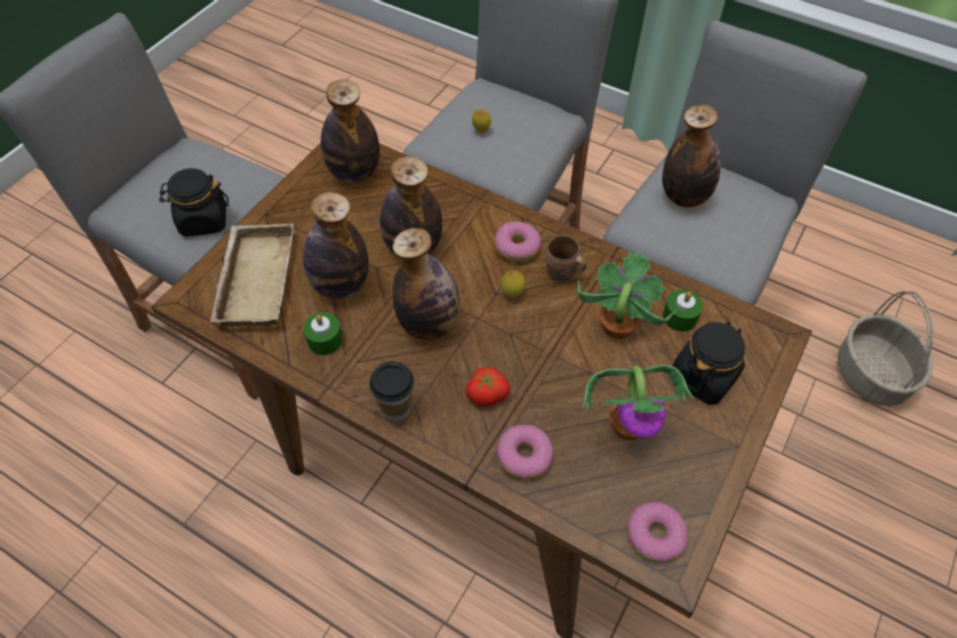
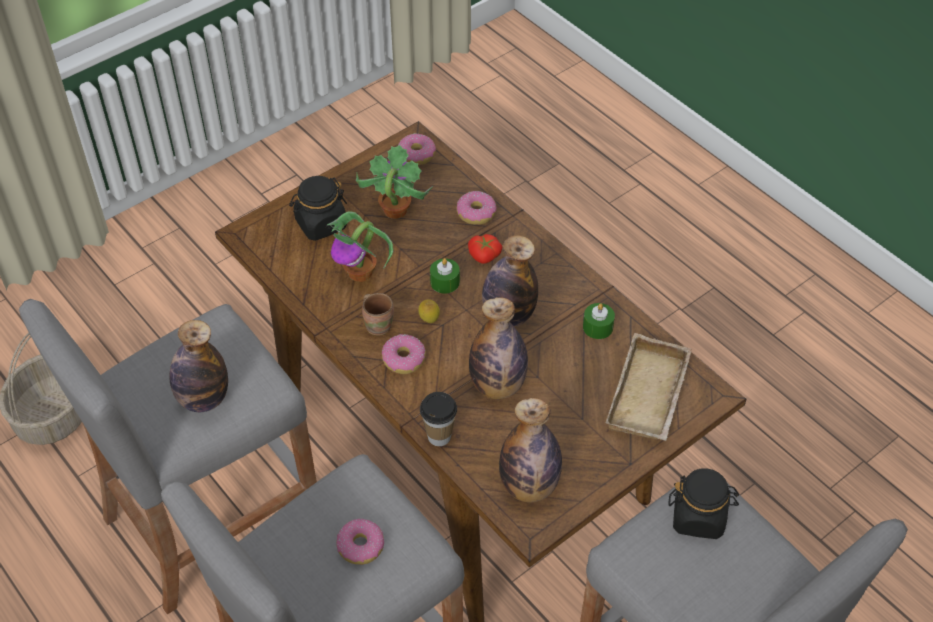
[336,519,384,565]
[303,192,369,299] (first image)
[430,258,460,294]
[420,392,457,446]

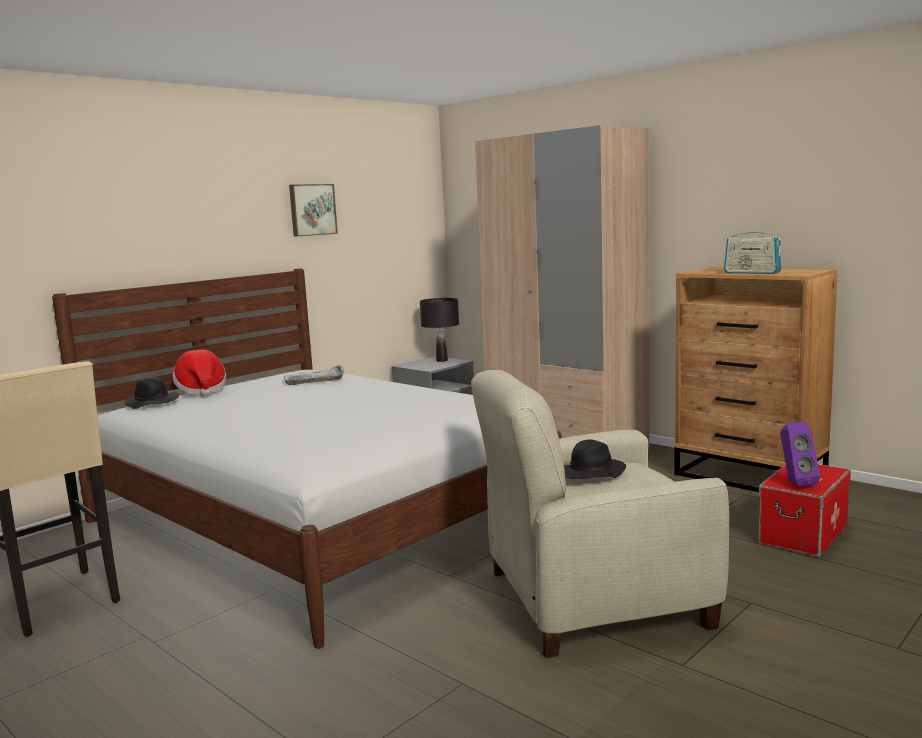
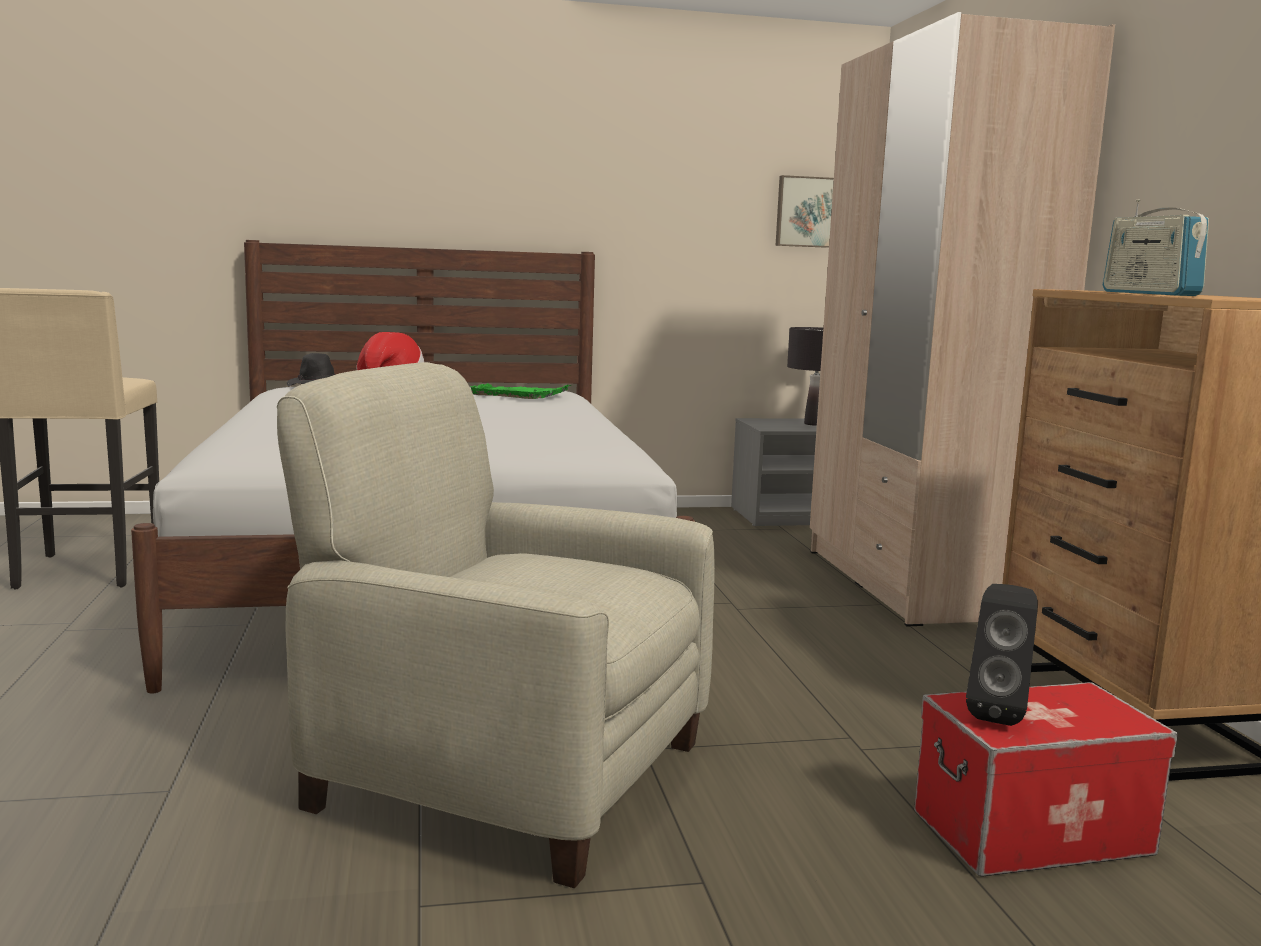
[775,175,834,248]
[469,383,572,399]
[966,584,1038,726]
[564,439,626,479] (first image)

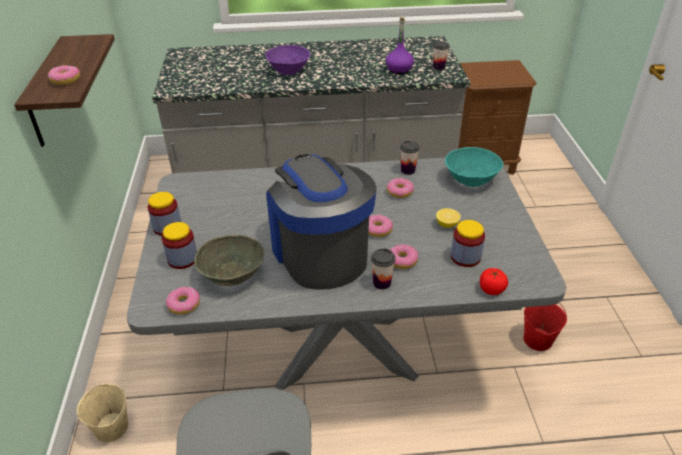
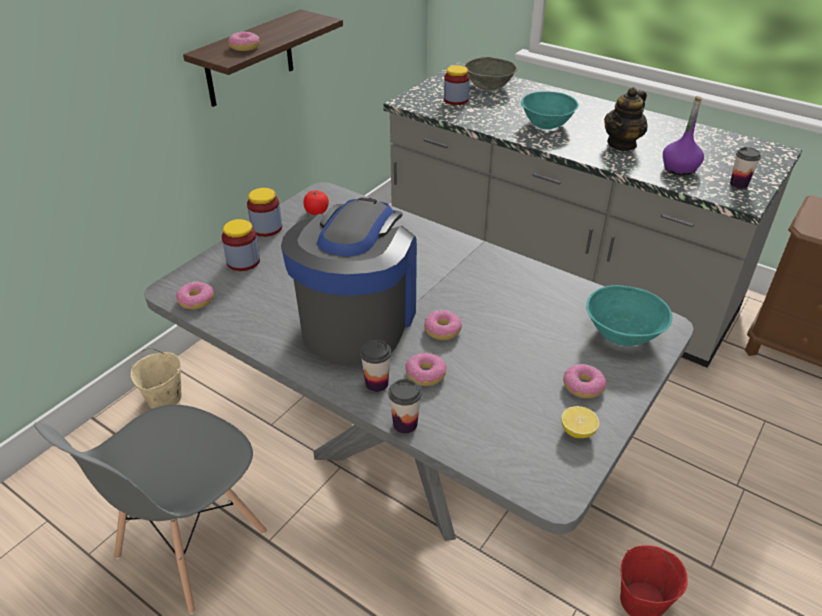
[521,91,579,129]
[388,379,422,434]
[563,364,606,399]
[561,406,599,438]
[444,65,470,105]
[464,57,517,91]
[303,190,329,215]
[604,87,648,151]

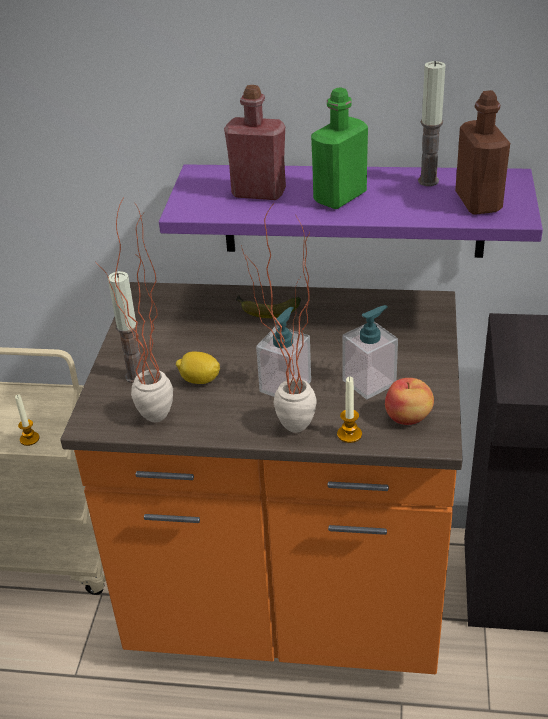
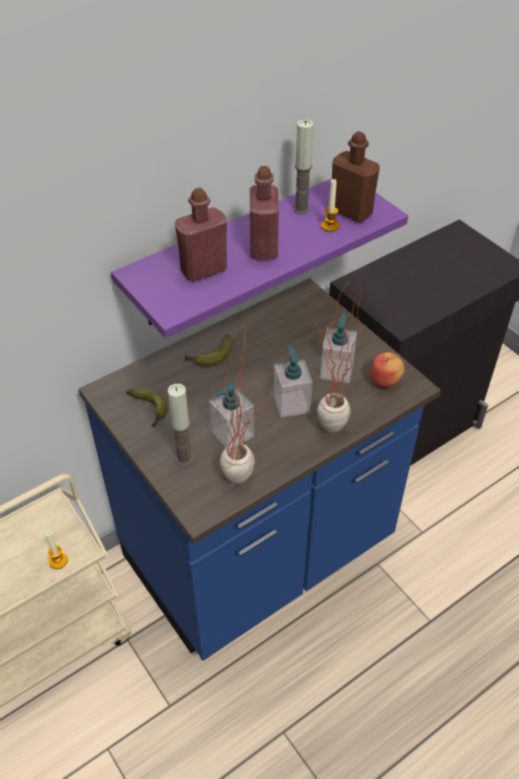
[250,166,279,259]
[79,278,441,661]
[209,382,254,447]
[321,179,339,232]
[127,388,168,428]

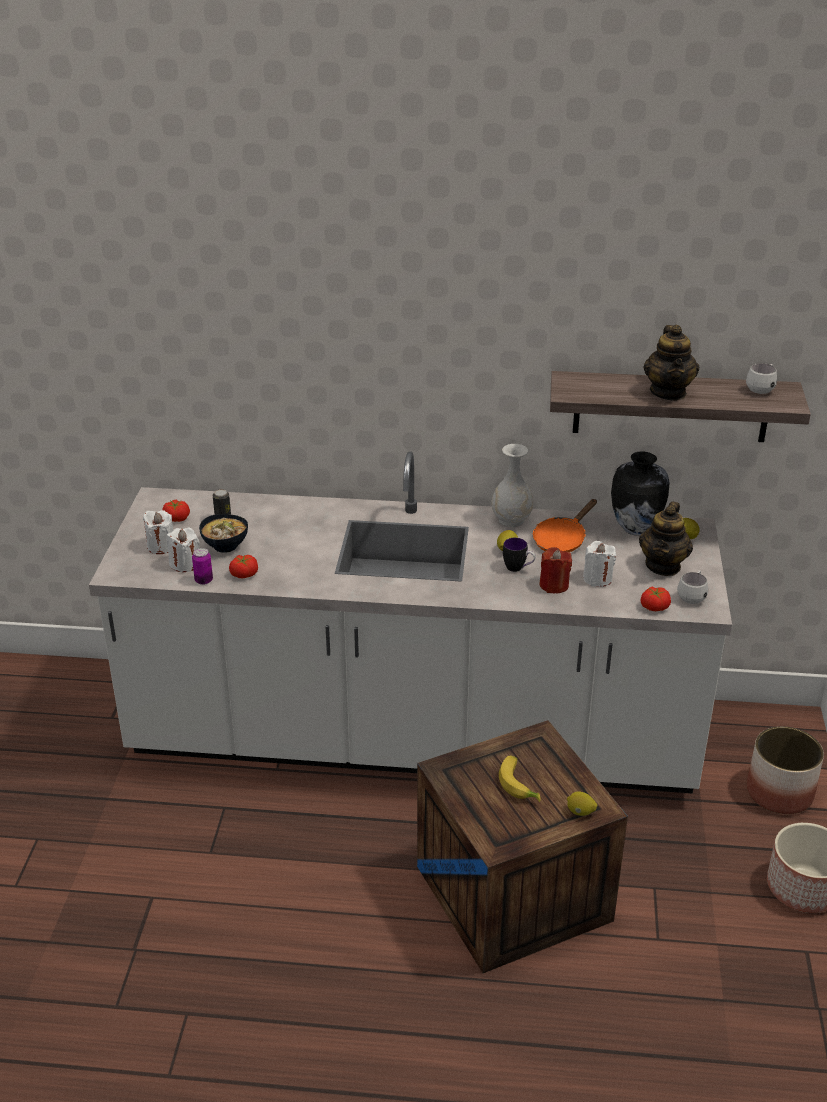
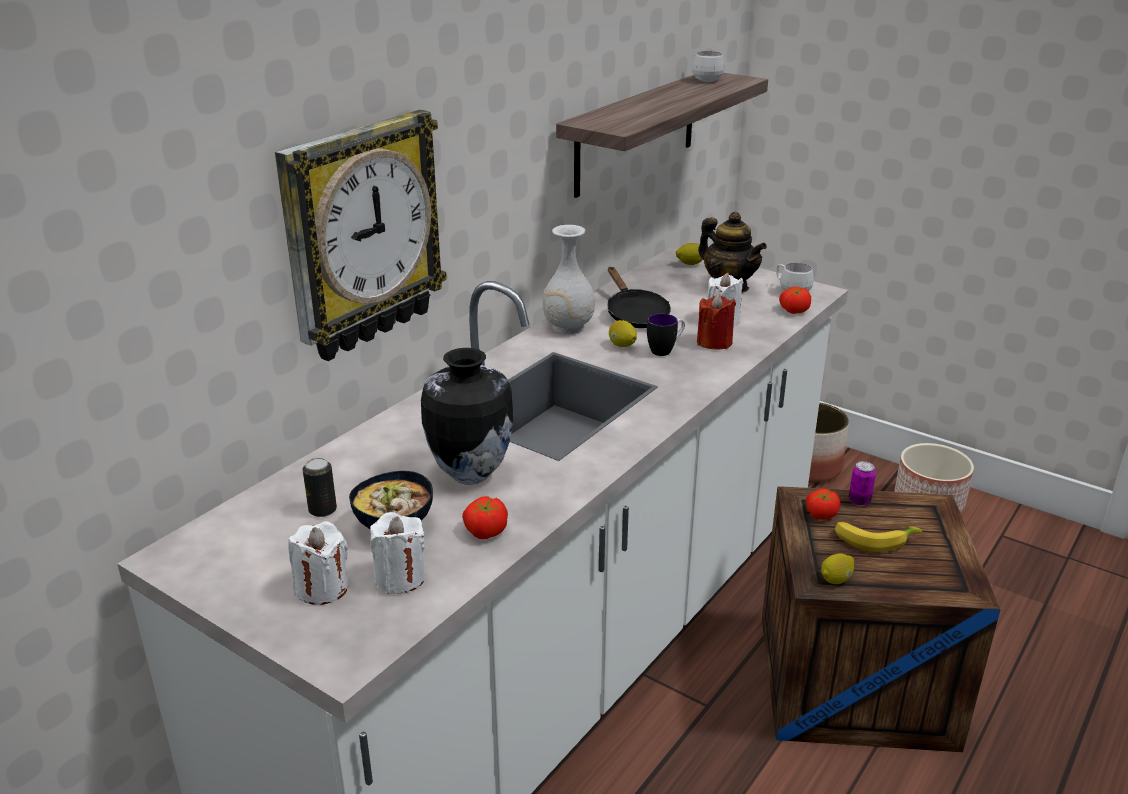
[643,325,699,400] (first image)
[421,348,513,485]
[607,267,671,328]
[806,488,840,520]
[849,461,876,506]
[821,554,854,584]
[275,110,447,361]

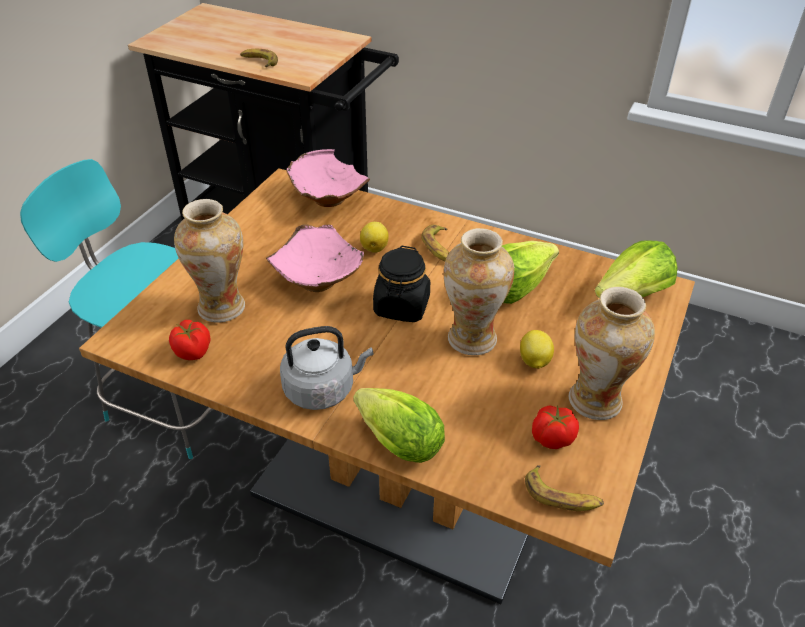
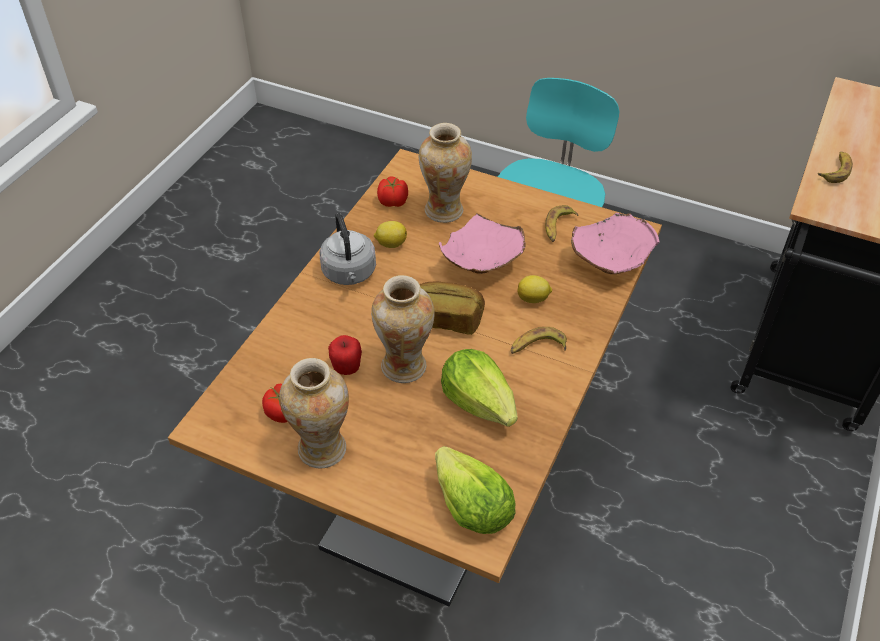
[420,281,485,335]
[374,221,407,248]
[353,388,445,463] (first image)
[545,205,579,242]
[328,335,362,375]

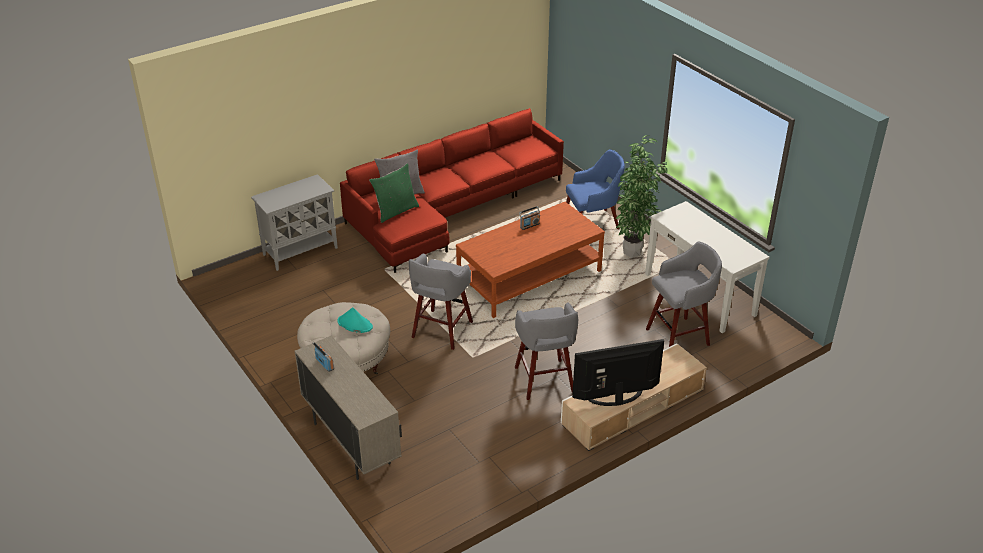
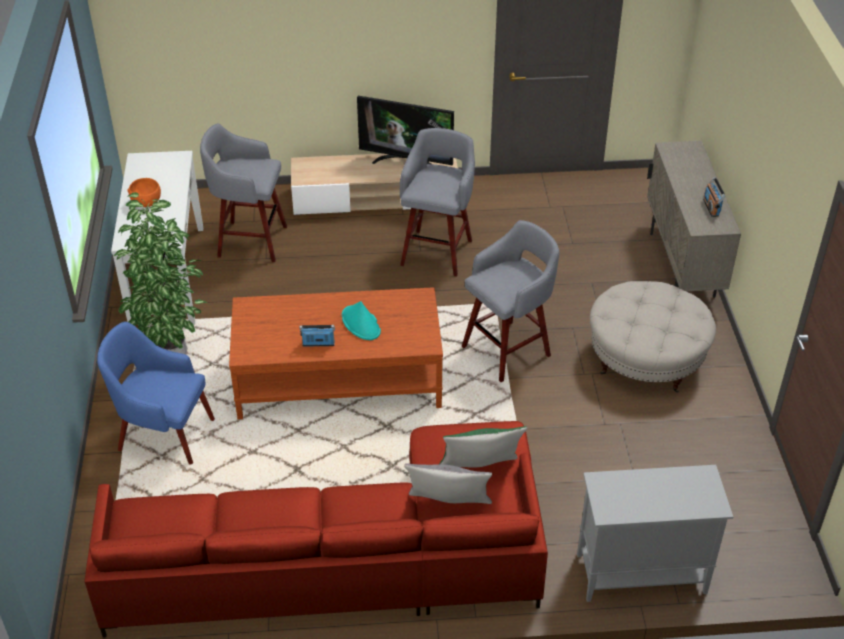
[342,302,381,340]
[127,178,161,207]

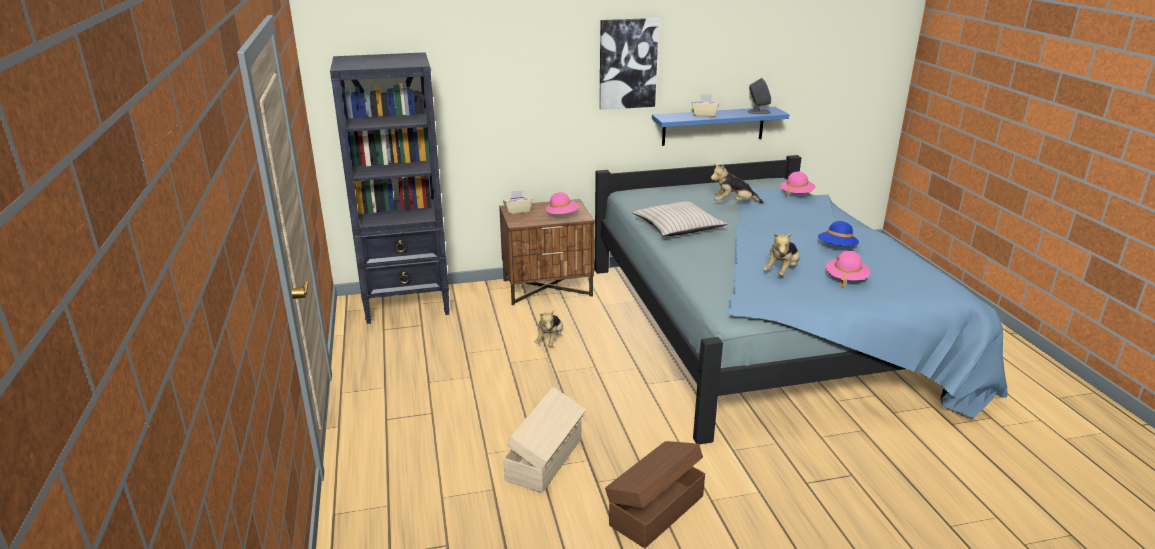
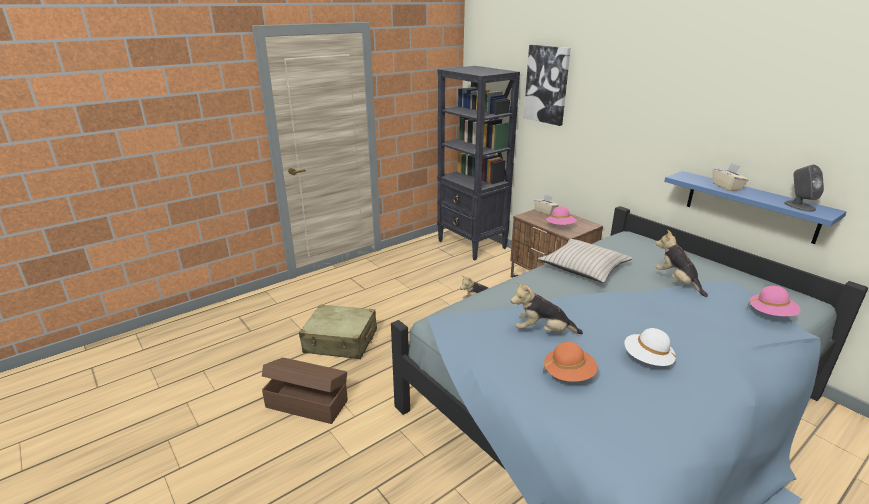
[524,45,571,126]
[625,328,676,366]
[543,342,598,382]
[299,305,377,359]

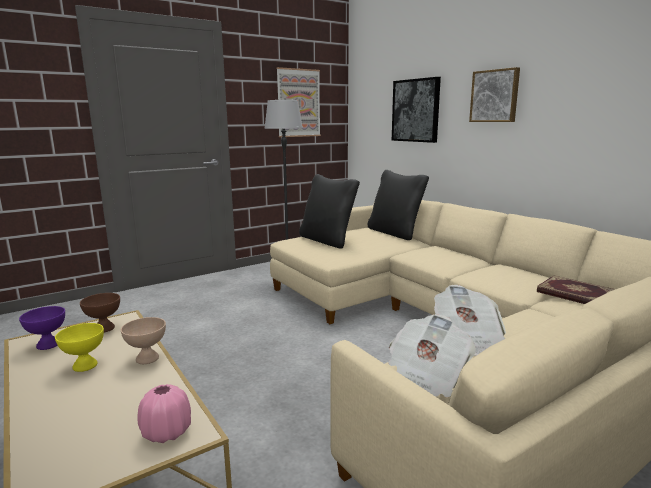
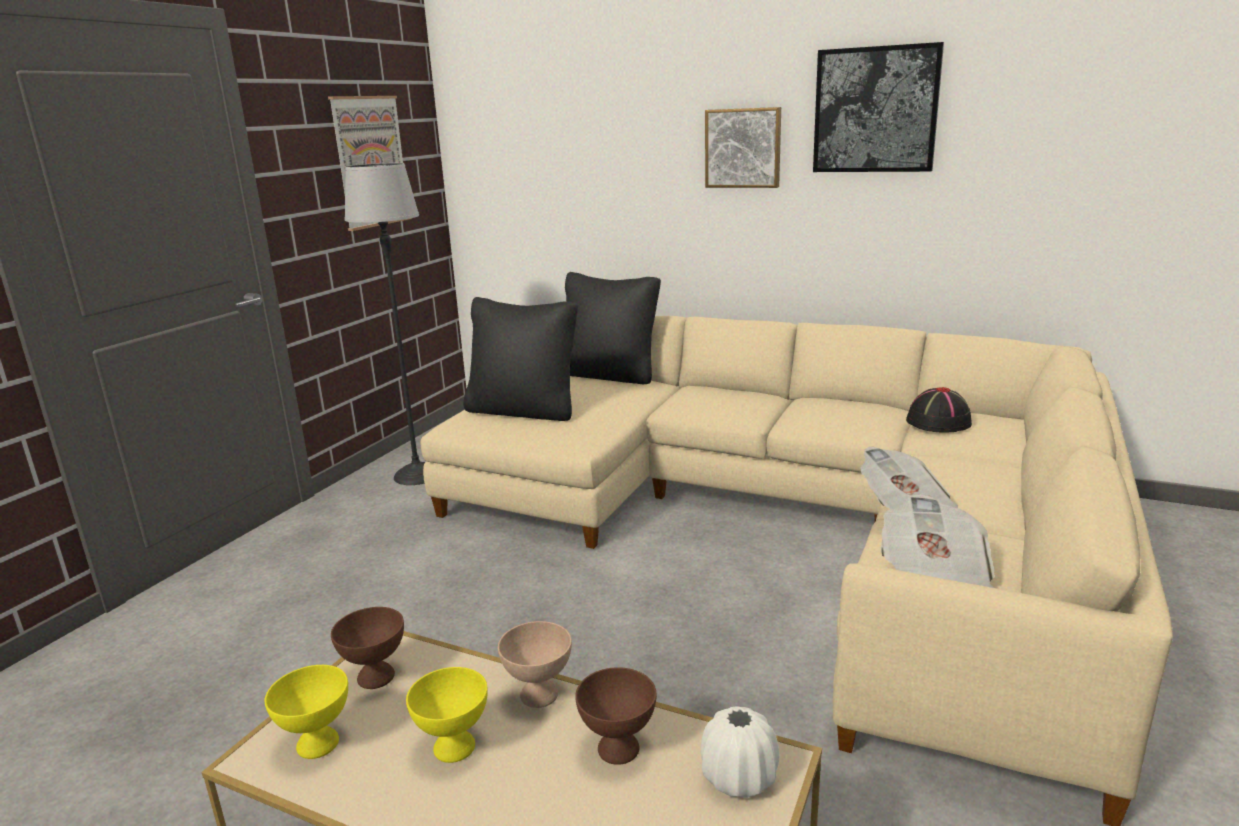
[813,42,944,172]
[906,387,972,433]
[264,665,348,759]
[701,706,779,798]
[575,667,657,765]

